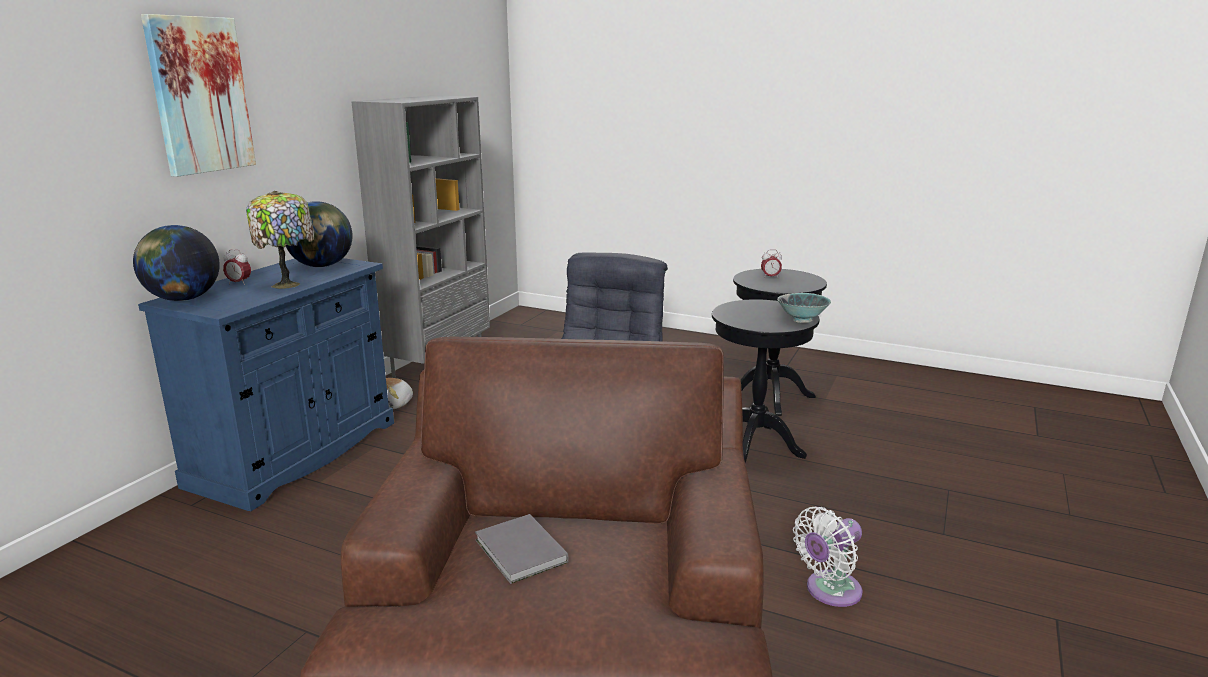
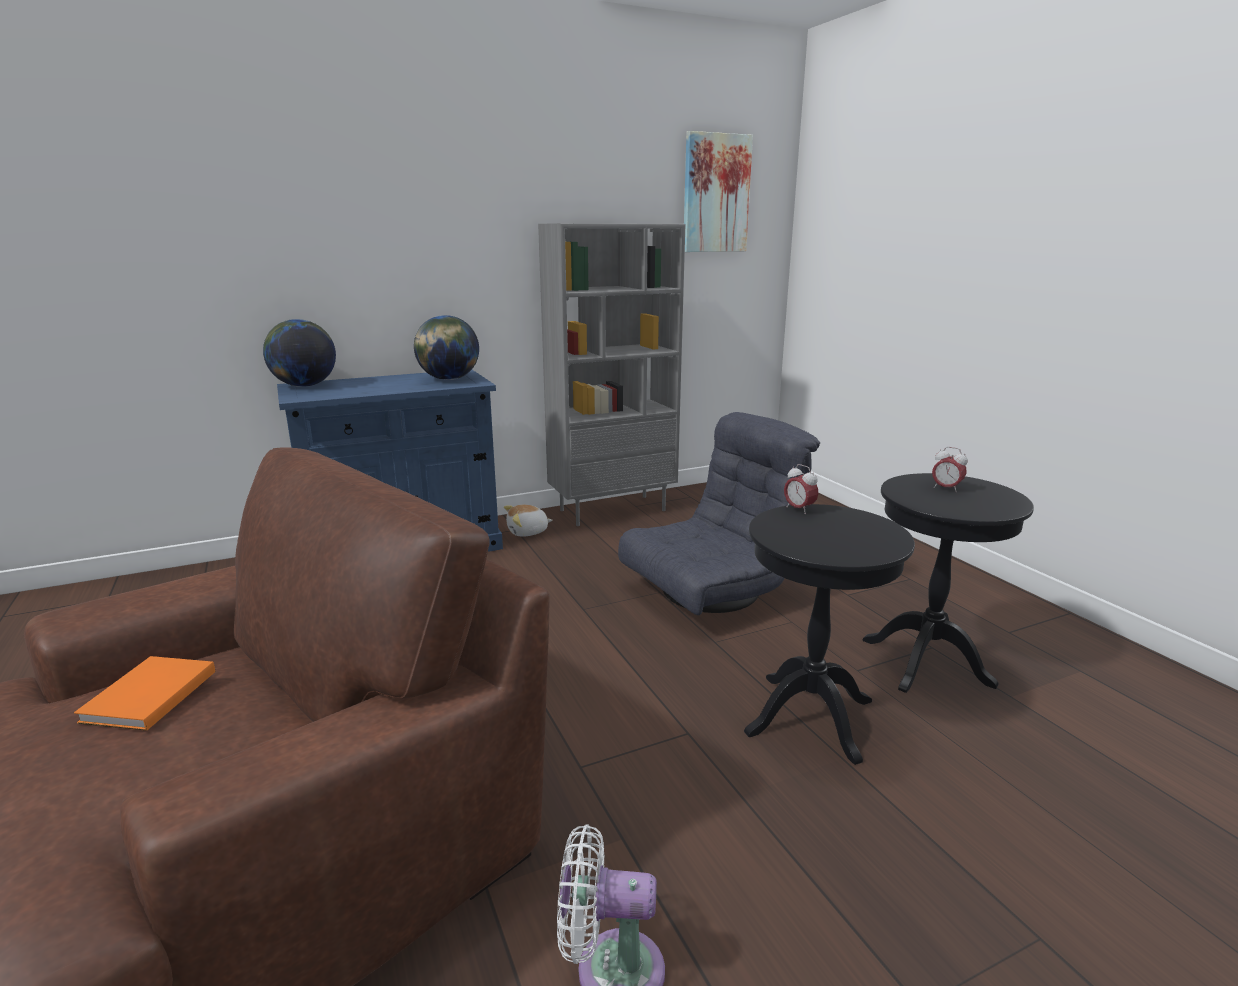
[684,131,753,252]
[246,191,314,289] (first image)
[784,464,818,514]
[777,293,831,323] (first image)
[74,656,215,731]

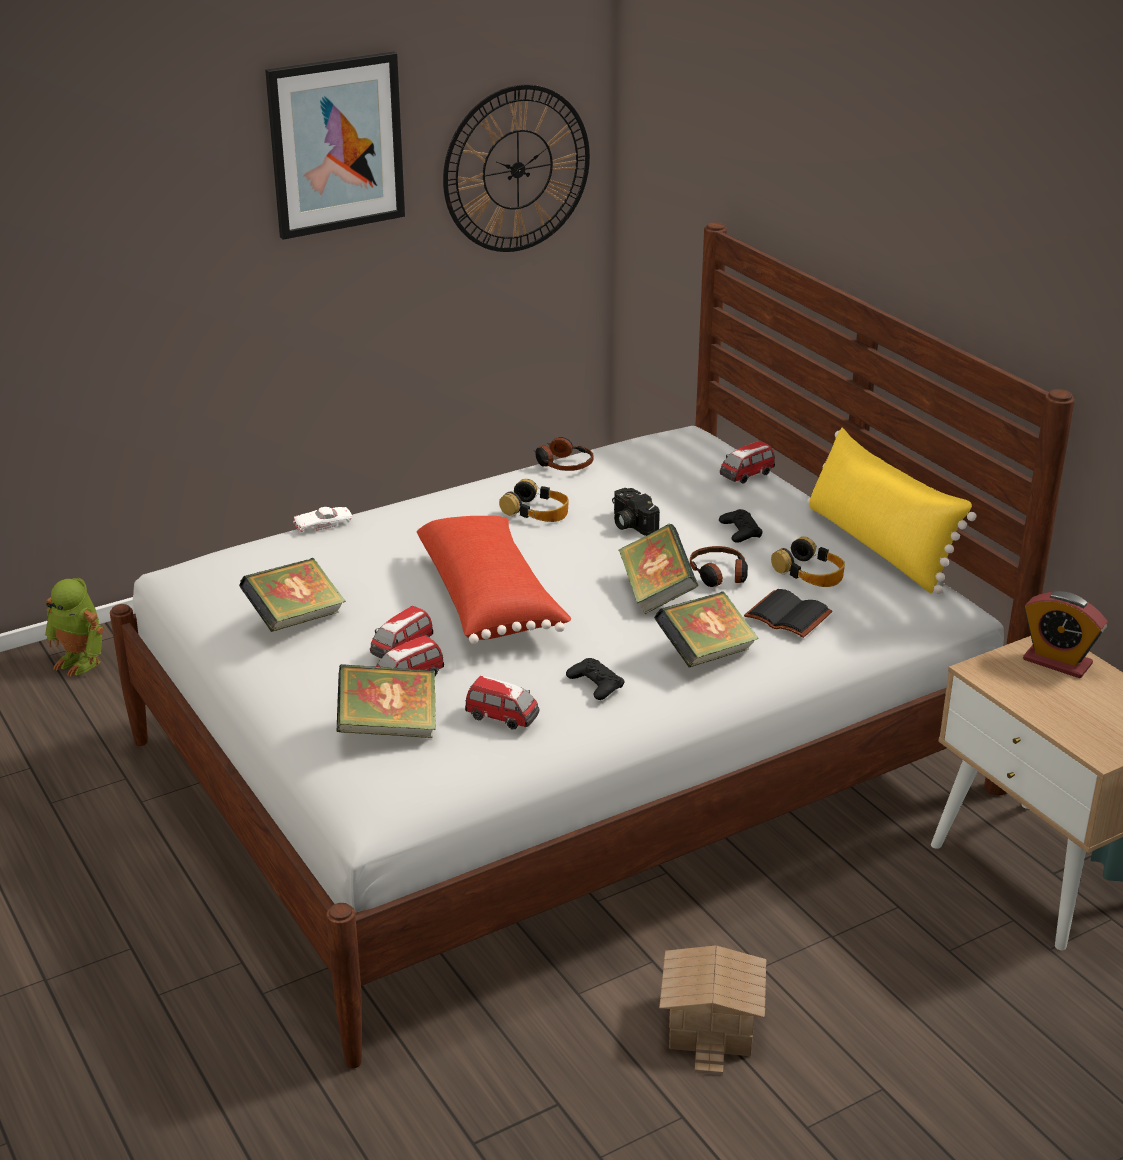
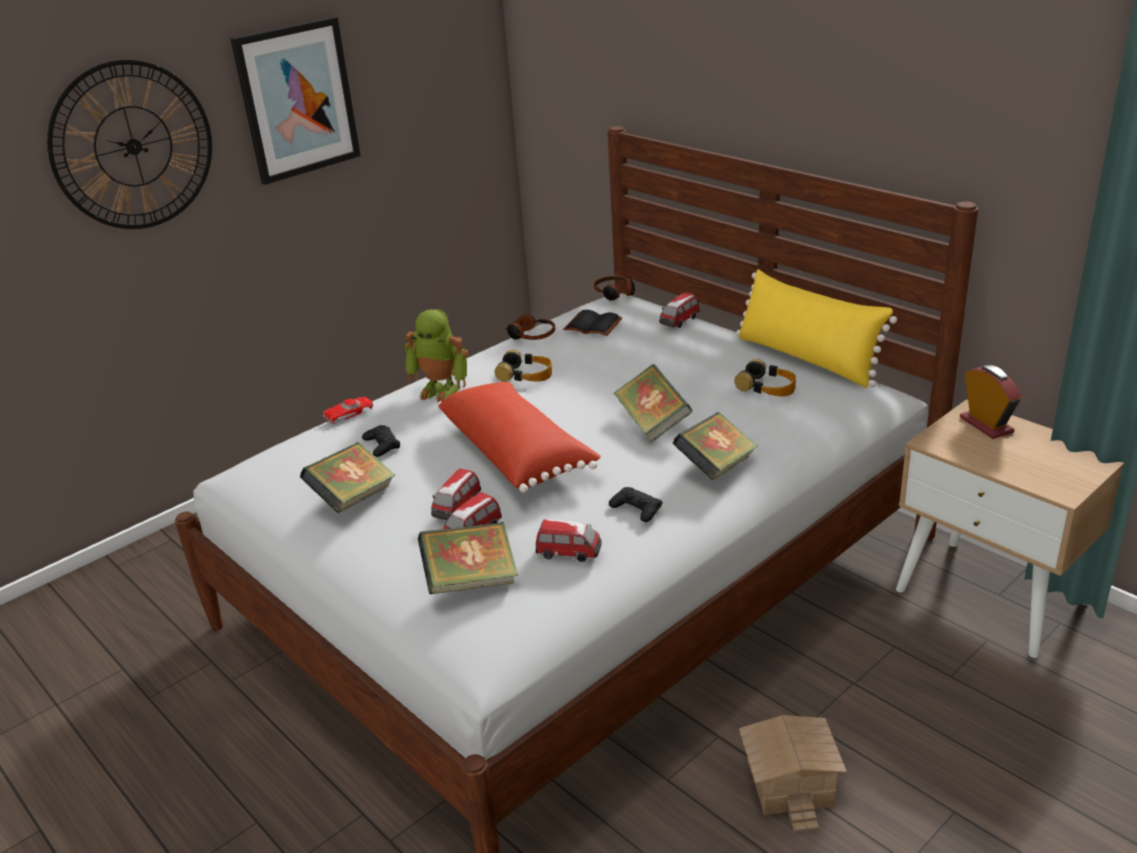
[47,60,212,229]
[612,488,660,536] (first image)
[323,397,373,424]
[362,425,400,457]
[594,276,635,301]
[404,309,469,402]
[563,310,622,336]
[960,365,1022,439]

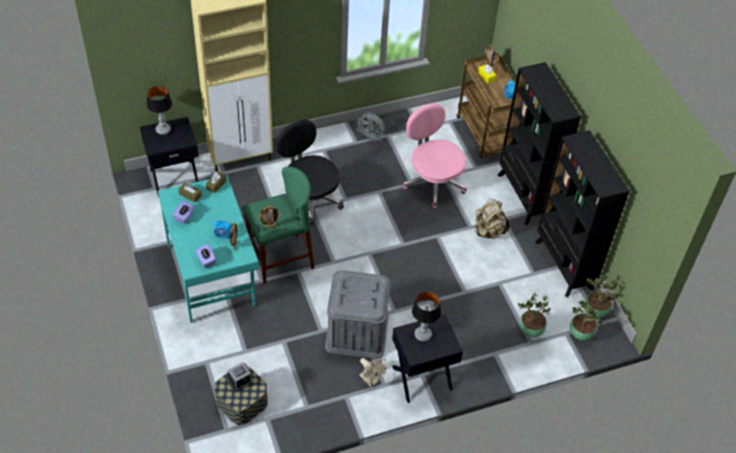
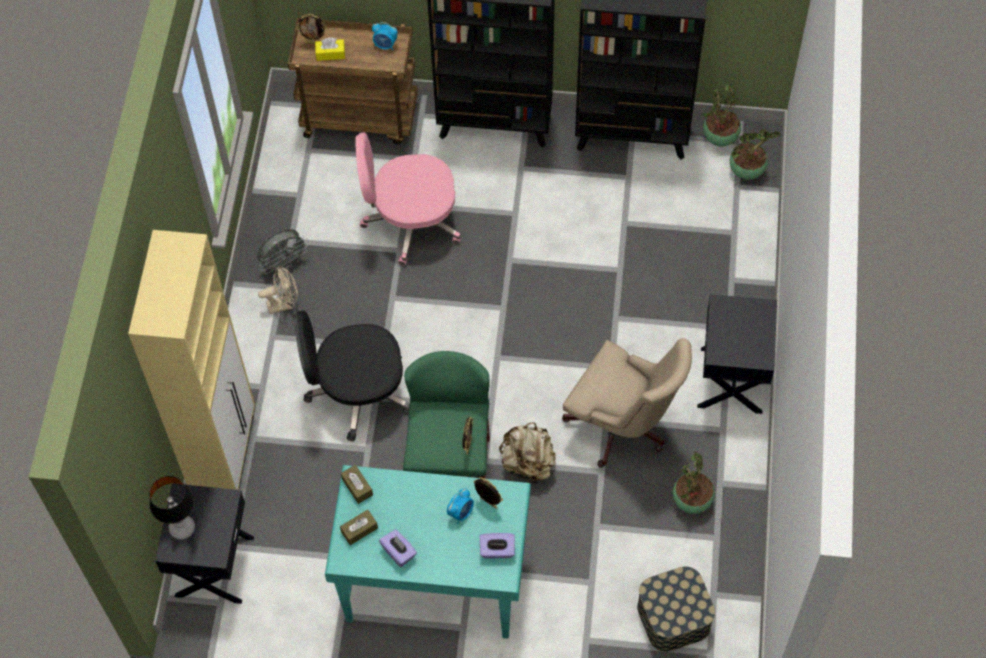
[499,422,556,484]
[562,338,692,467]
[412,291,441,342] (first image)
[673,452,715,514]
[258,266,298,314]
[228,362,253,392] (first image)

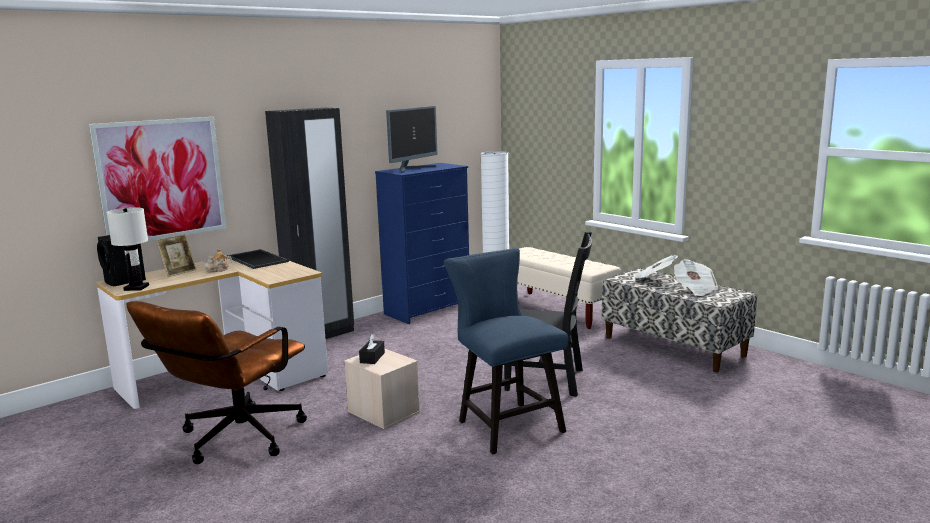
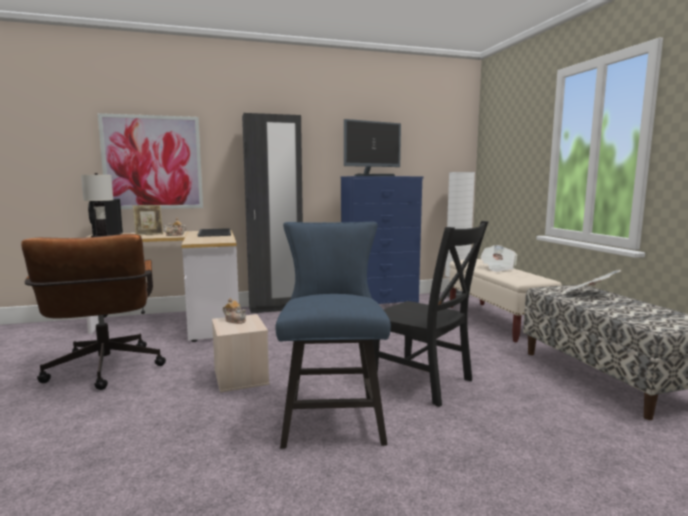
[480,245,517,272]
[21,234,166,390]
[223,298,246,324]

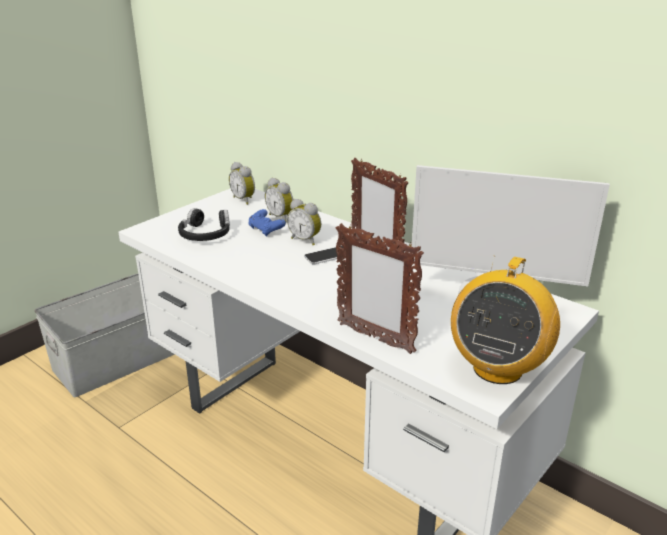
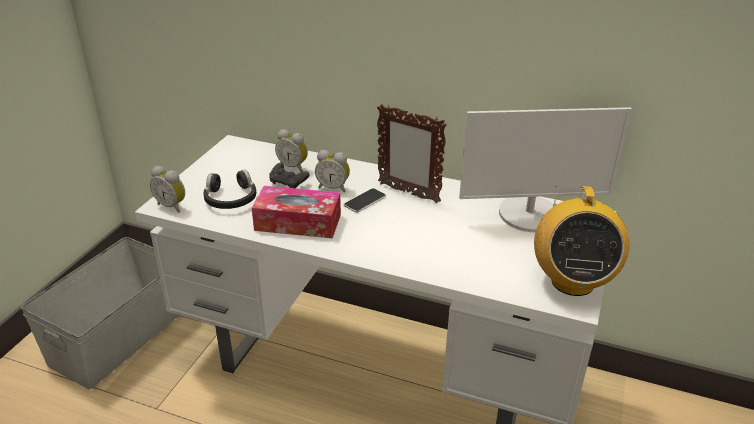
[150,166,185,213]
[269,163,309,188]
[336,223,424,354] (first image)
[252,186,341,238]

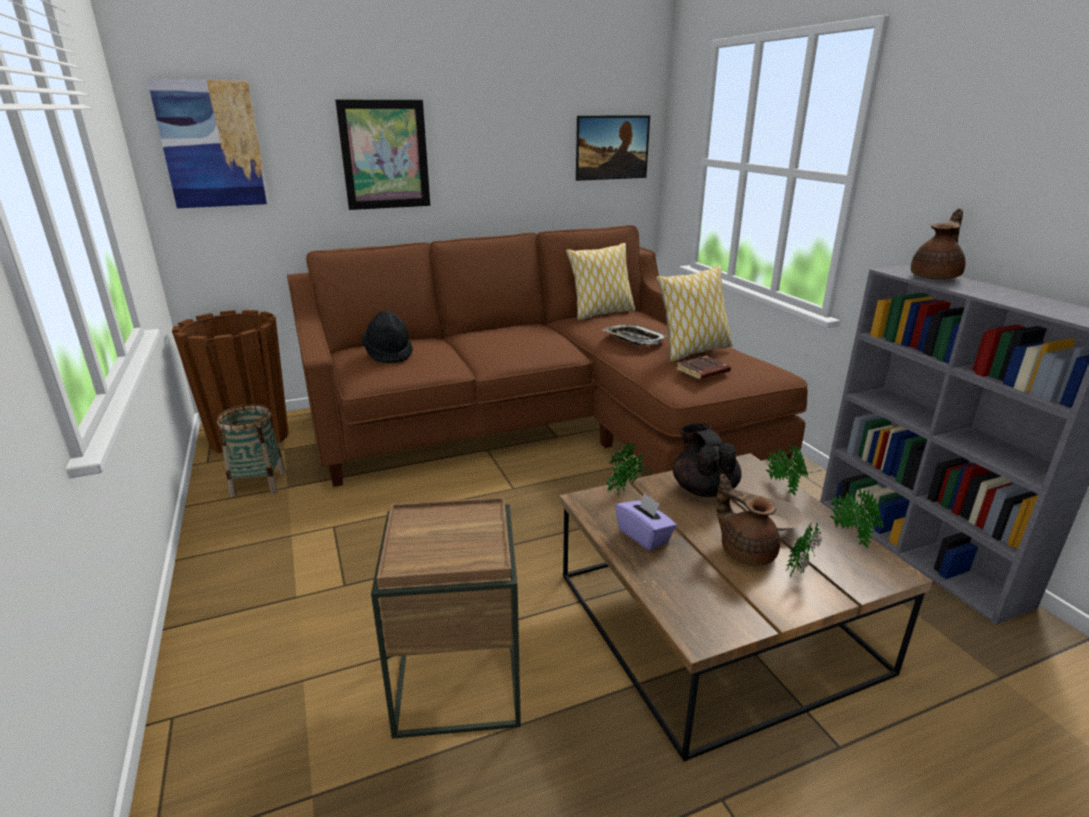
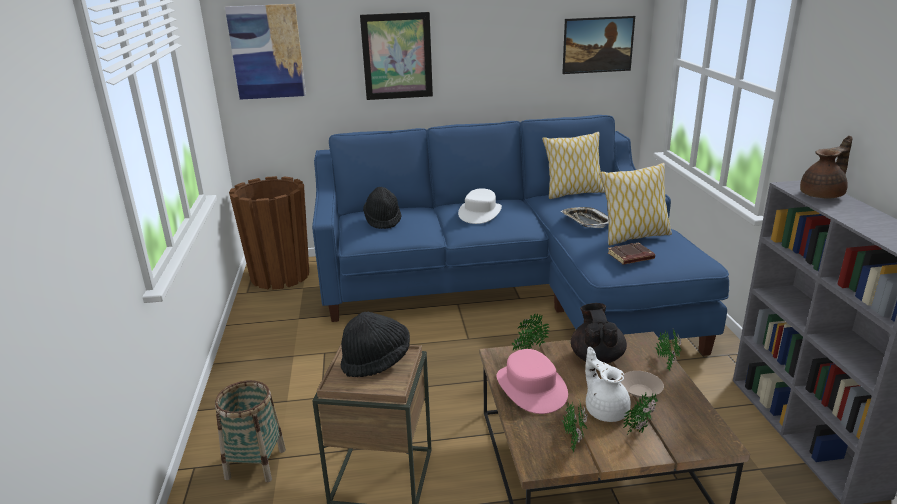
[312,115,729,356]
[215,380,286,483]
[585,347,631,422]
[561,403,588,453]
[496,349,568,414]
[458,188,502,224]
[341,312,410,377]

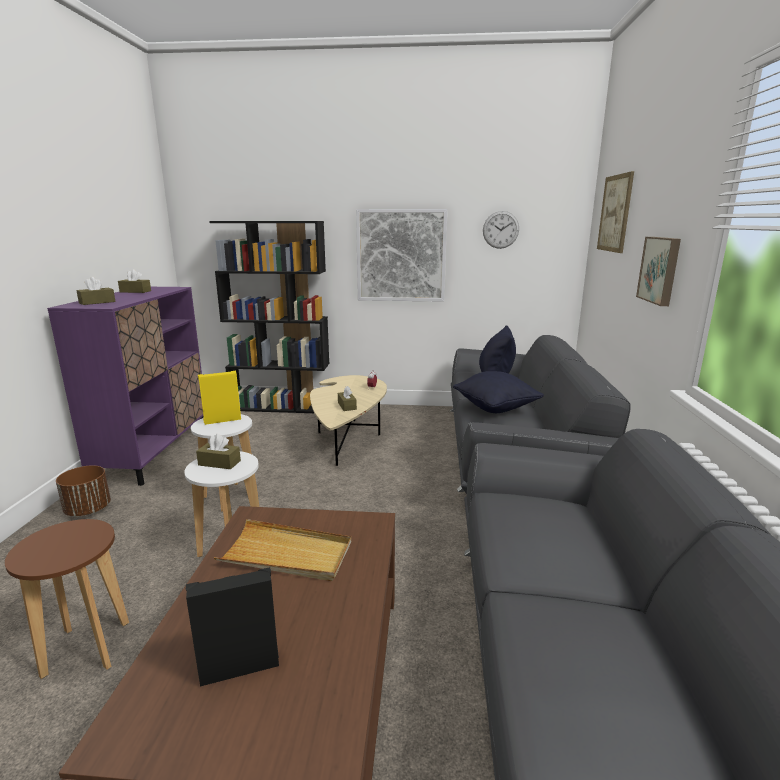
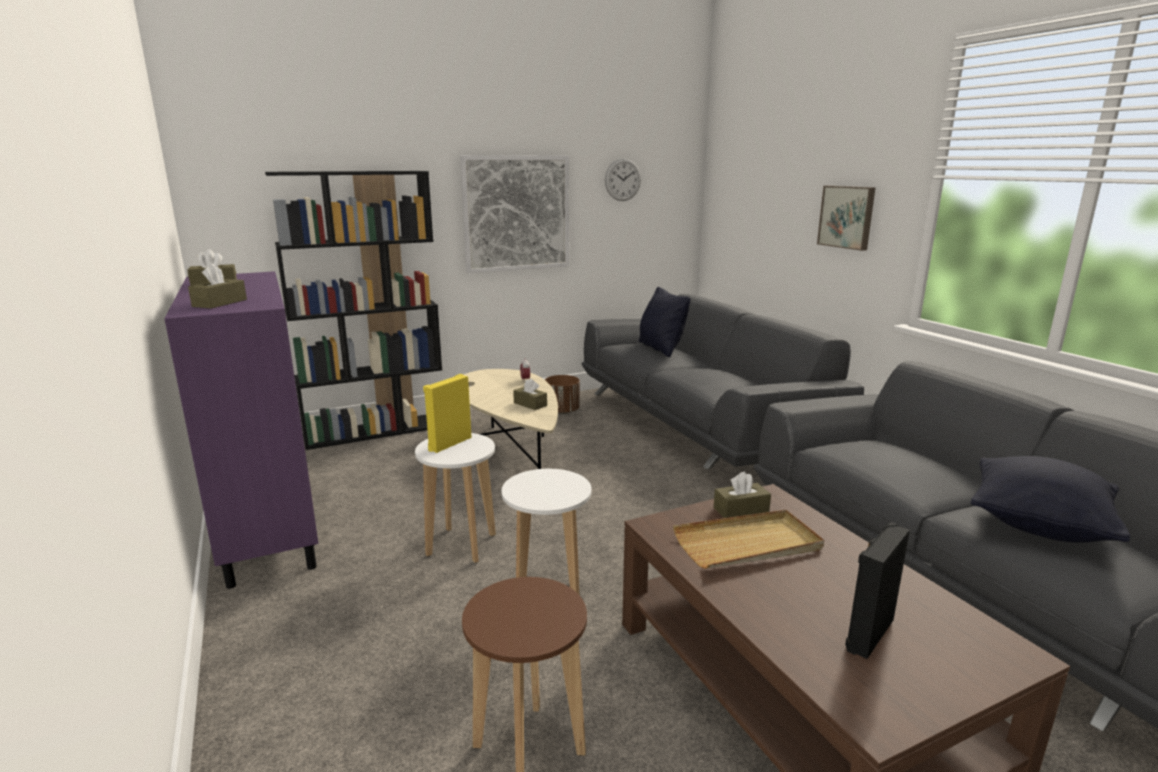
[597,171,634,253] (first image)
[970,456,1130,543]
[714,472,771,518]
[545,375,580,414]

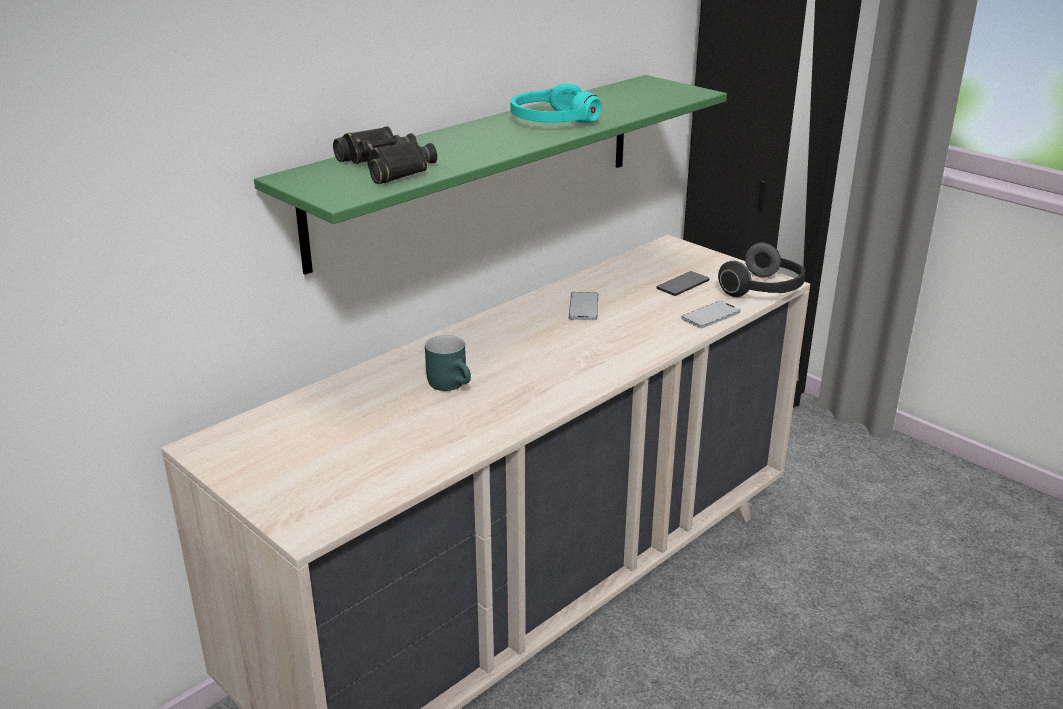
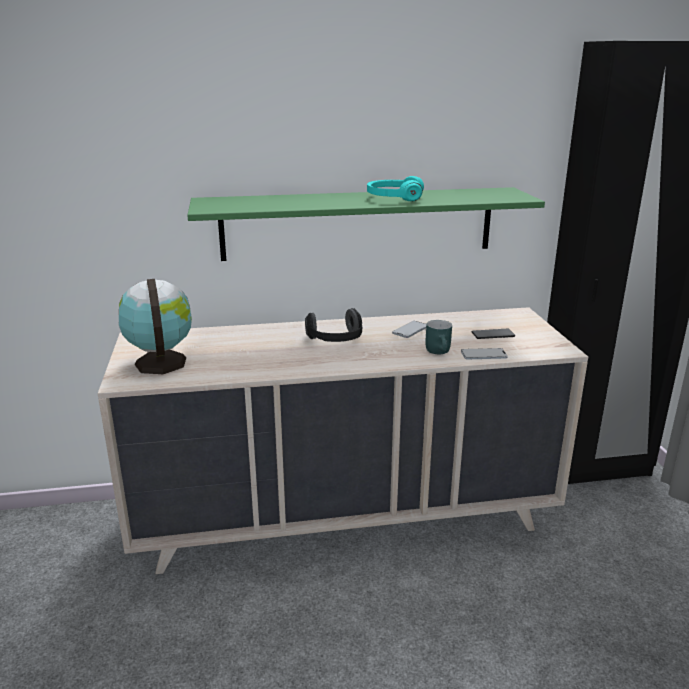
[333,126,437,184] (first image)
[305,308,362,342]
[425,320,452,354]
[119,279,192,374]

